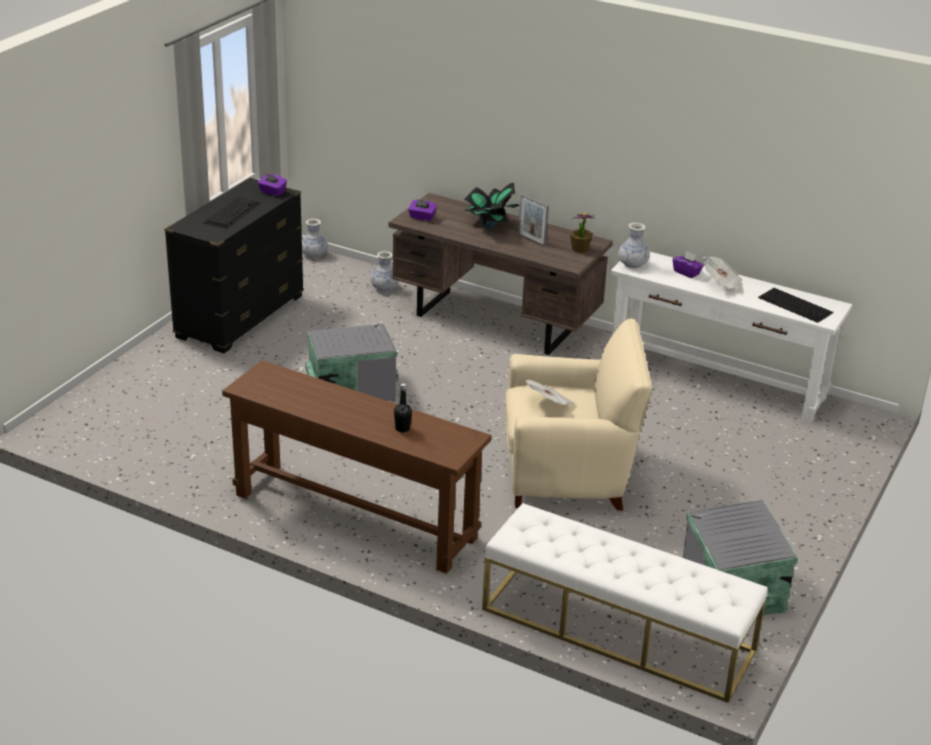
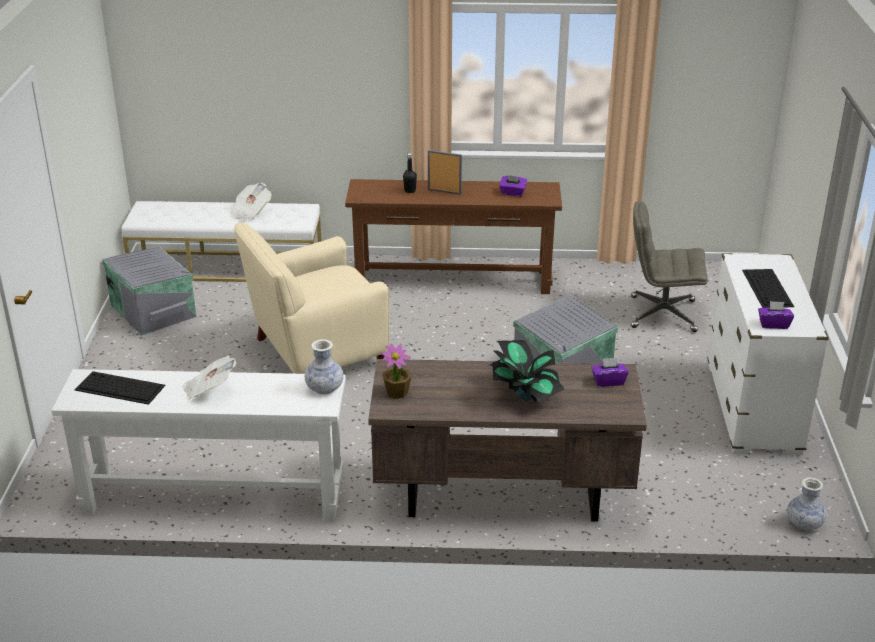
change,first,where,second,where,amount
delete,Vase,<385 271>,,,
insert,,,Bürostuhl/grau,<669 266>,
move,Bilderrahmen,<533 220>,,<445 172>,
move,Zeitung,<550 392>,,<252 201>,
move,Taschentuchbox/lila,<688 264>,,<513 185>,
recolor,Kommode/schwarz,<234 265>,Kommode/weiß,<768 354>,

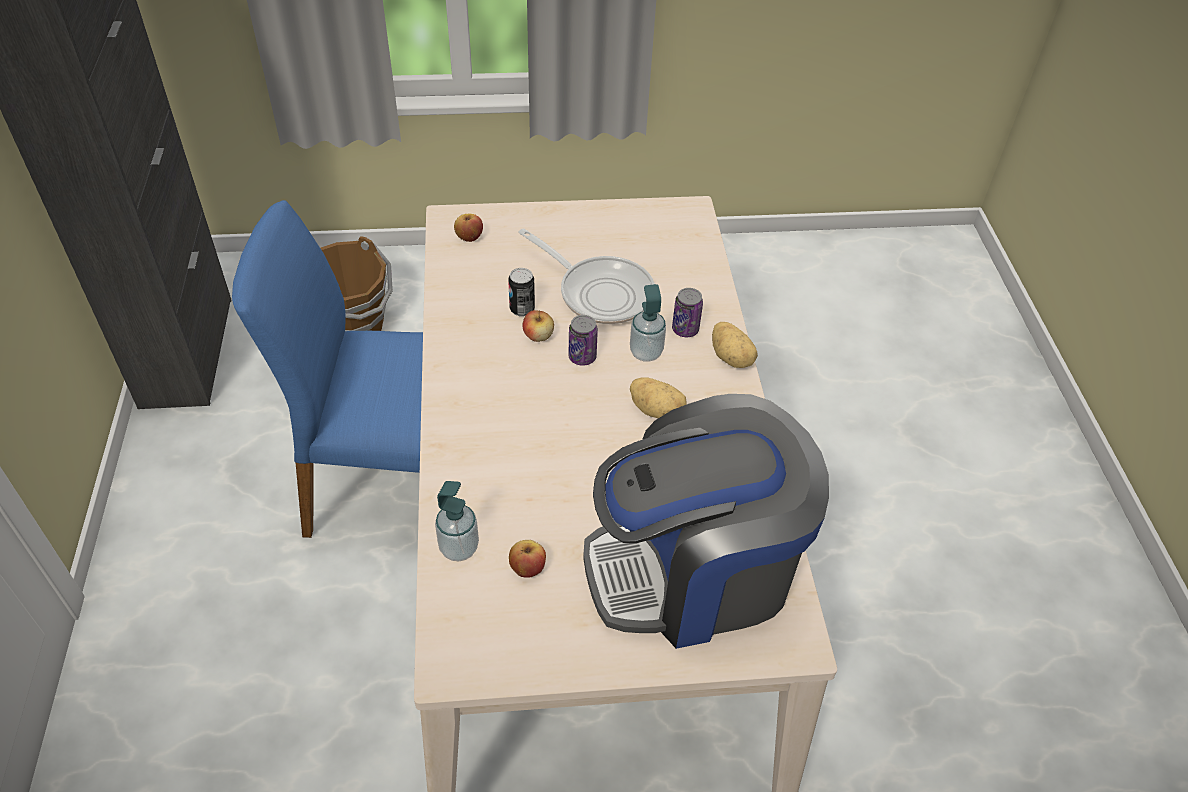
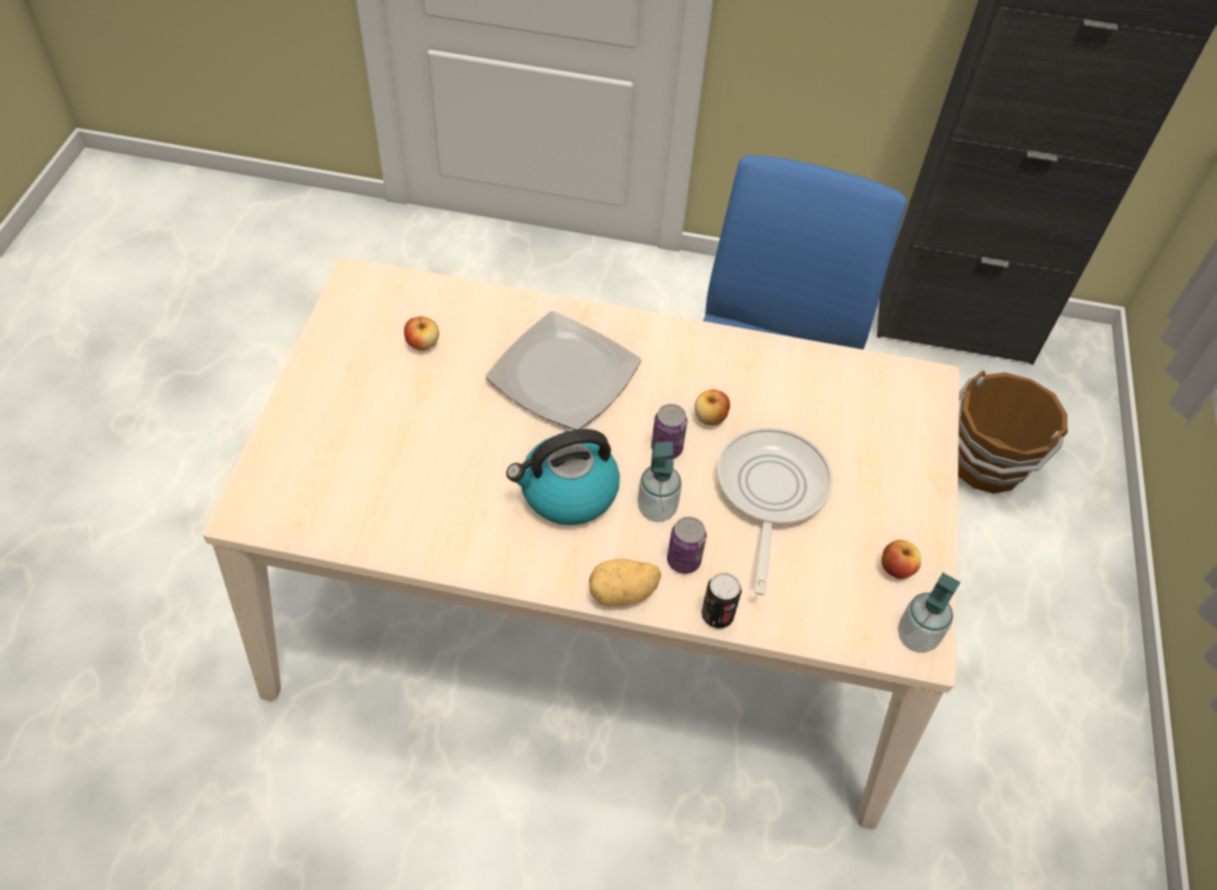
change,first,where,second,where,amount
delete,Kaffeemaschine,<706 521>,,,
insert,,,Teller,<563 370>,
move,Seifenspender,<457 521>,,<929 613>,
move,Apfel,<468 228>,,<901 559>,
move,Dose,<521 292>,,<721 600>,
replace,Kartoffel,<658 397>,Wasserkessel,<563 477>,
rotate,Pfanne,<586 276>,,<775 511>,135 degrees clockwise

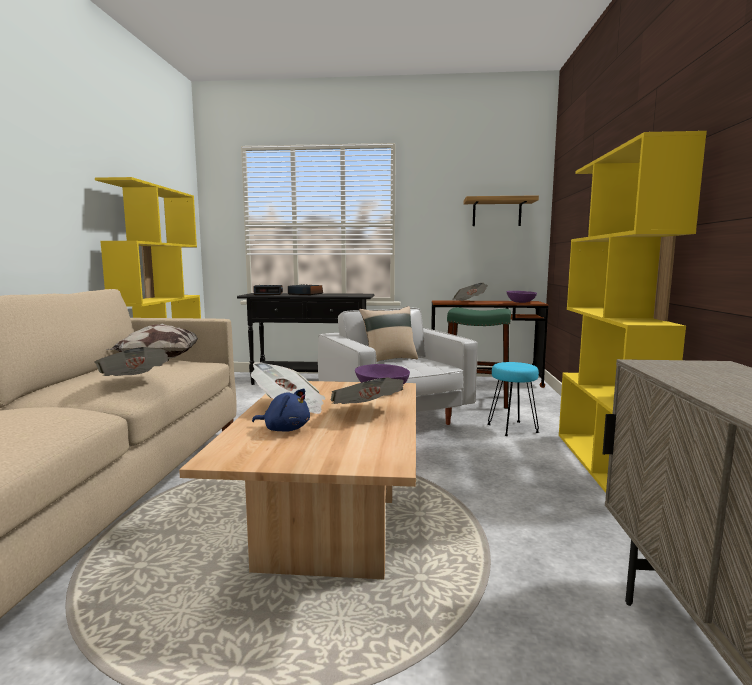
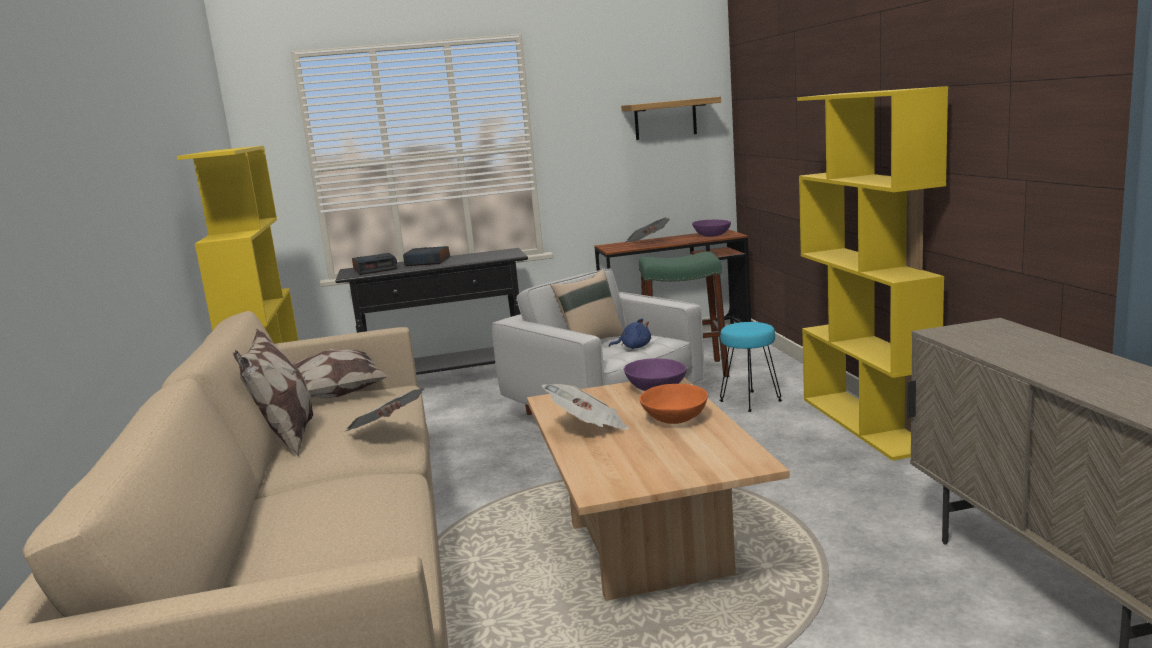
change,first,where,second,where,amount
insert,,,Kissen,<273 393>,
move,Plüschtier/blau,<281 410>,,<630 333>,
replace,Zeitung,<367 391>,Schüssel/orange,<673 404>,

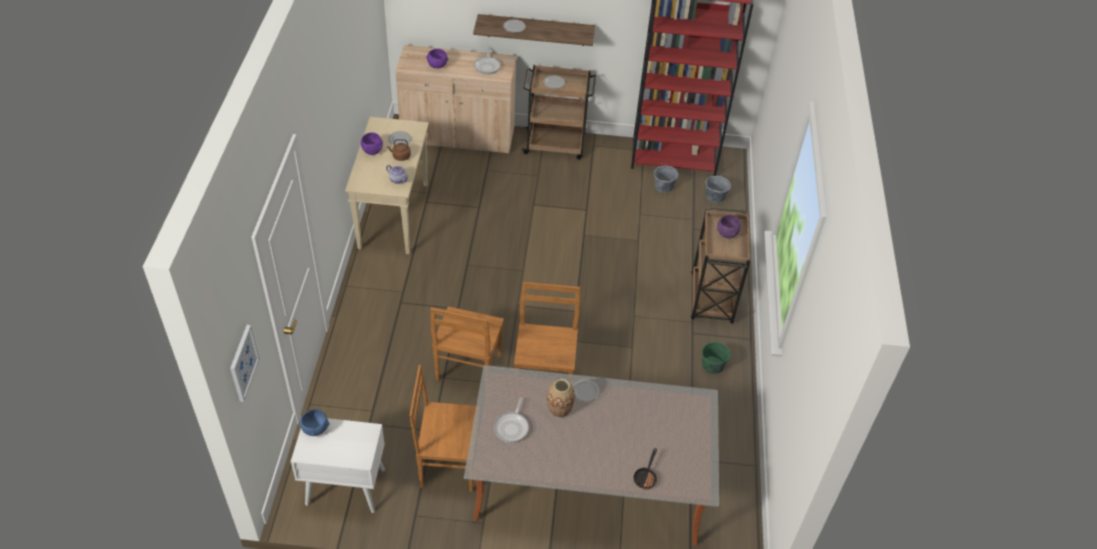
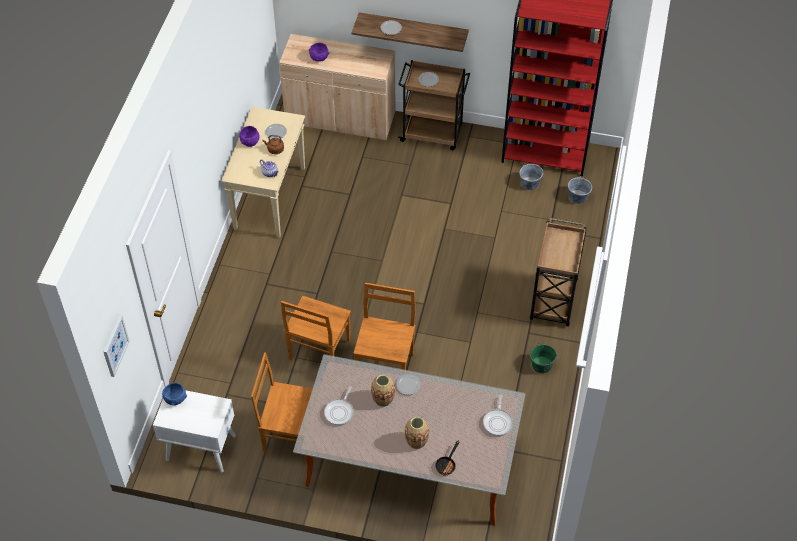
change,first,where,second,where,amount
delete,Schüssel/lila,<729 226>,,,
insert,,,Vase,<417 433>,
move,Pfanne,<487 61>,,<498 415>,

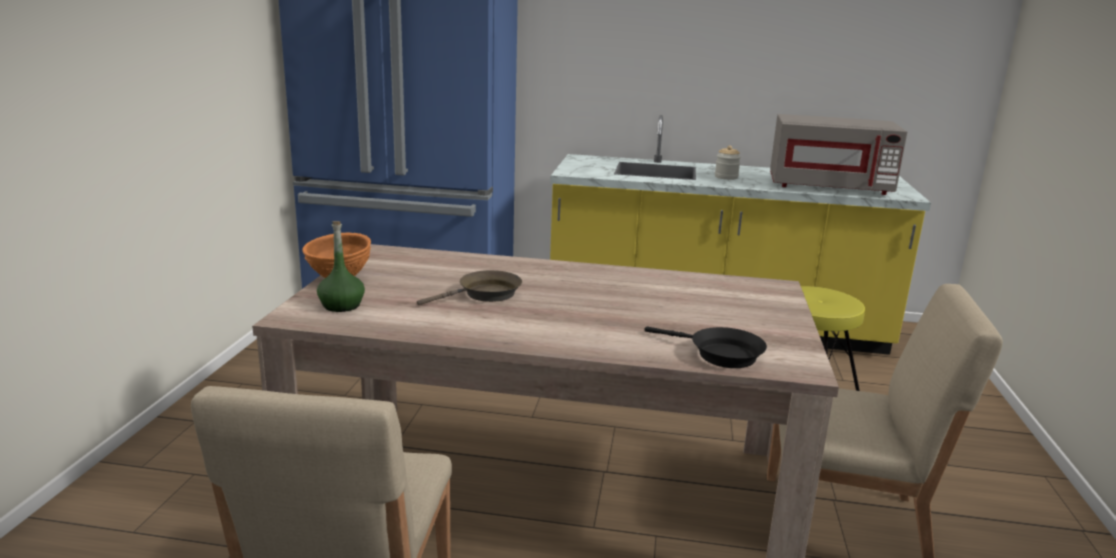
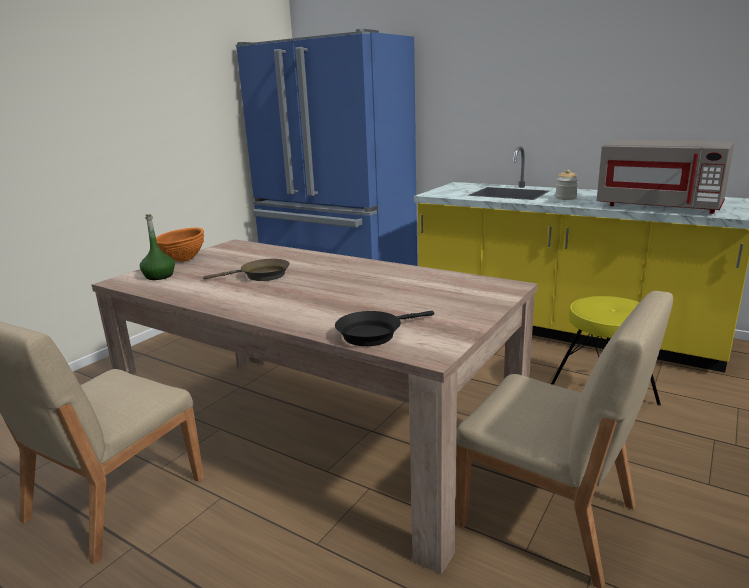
change,first,where,second,where,amount
rotate,Pfanne/schwarz,<706 347>,,<384 328>,90 degrees clockwise

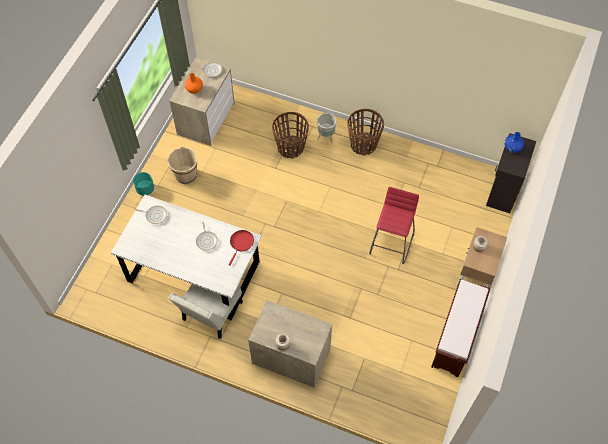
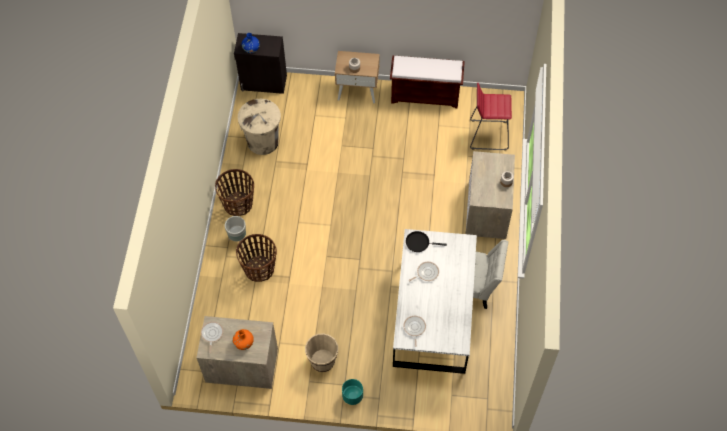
change,first,where,second,where,amount
insert,,,Mülleimer/beige,<259 127>,
move,Hocker/rot,<394 225>,,<491 116>,
recolor,Pfanne/rot,<241 248>,Pfanne/schwarz,<426 241>,

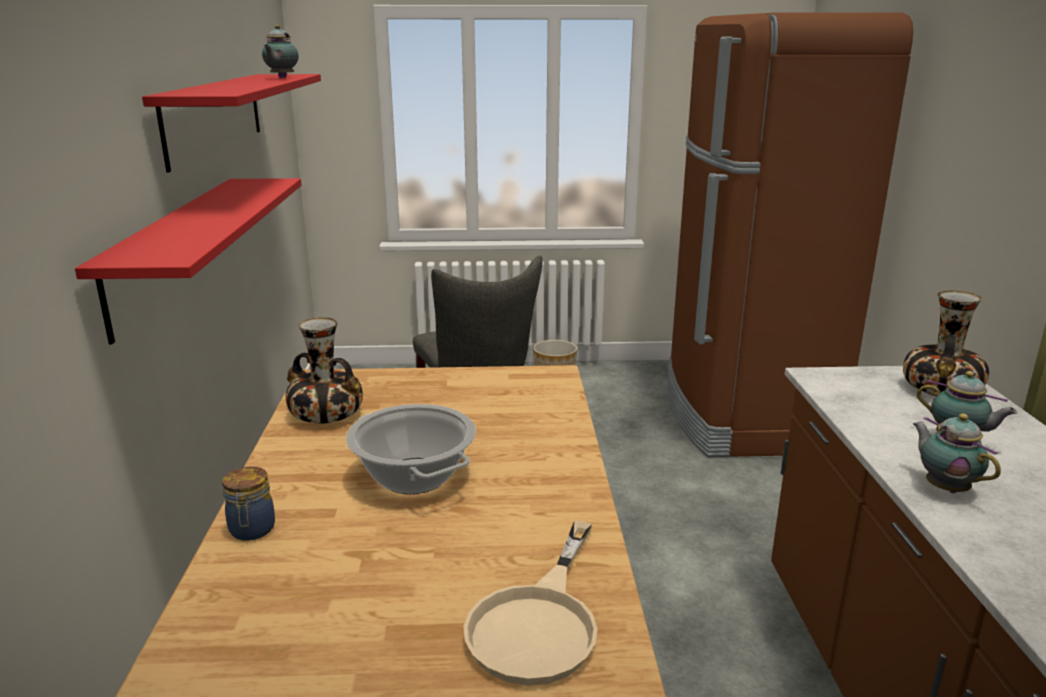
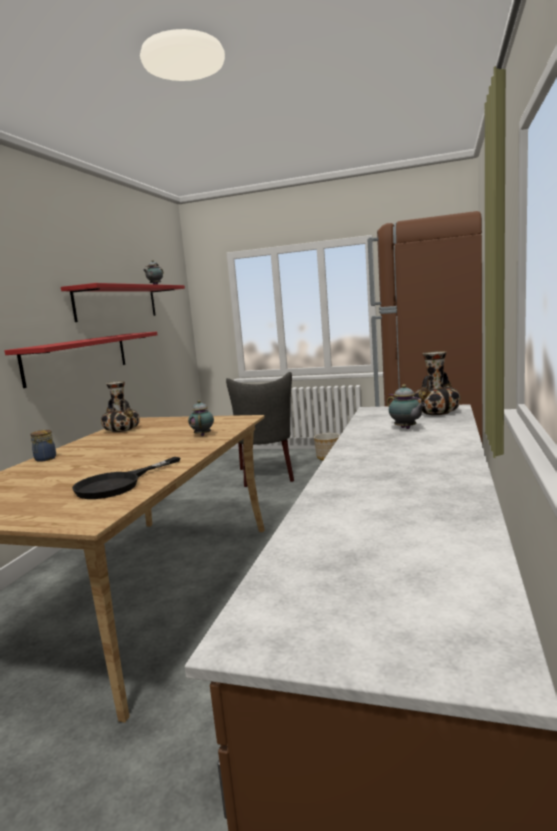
change,first,where,second,where,amount
delete,Kochtopf,<411 449>,,,
move,Teekanne,<956 453>,,<201 418>,
recolor,Pfanne/beige,<531 603>,Pfanne/schwarz,<126 478>,

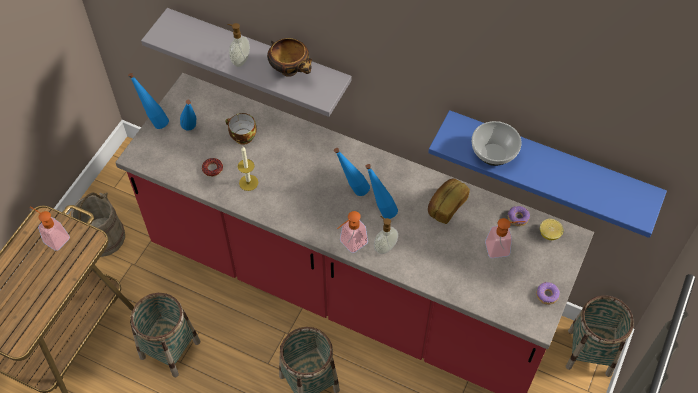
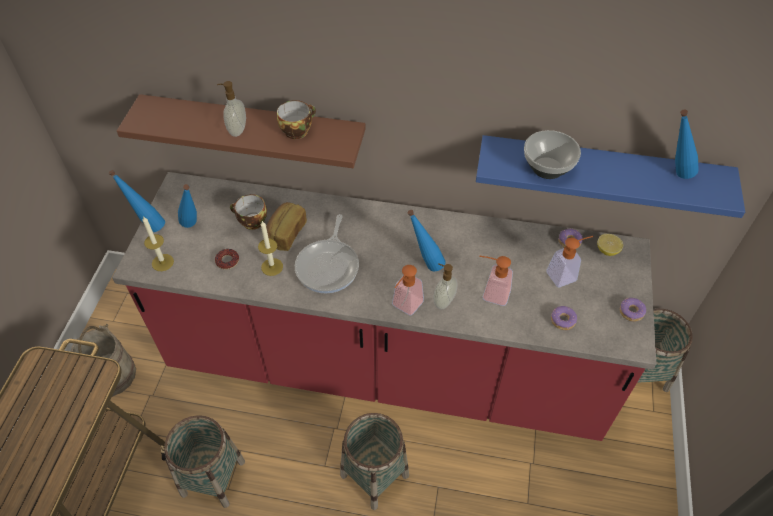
change,first,where,second,where,amount
insert,,,Kerze,<158 243>,
insert,,,Pfanne,<327 253>,
insert,,,Donut,<564 318>,
move,Seifenspender,<50 229>,,<496 280>,
move,Flasche/blau,<352 172>,,<686 144>,
move,Brot,<449 201>,,<286 226>,
replace,Schüssel,<289 57>,Tasse,<296 119>,
recolor,Wandregal/grau,<246 62>,Wandregal/braun,<241 131>,

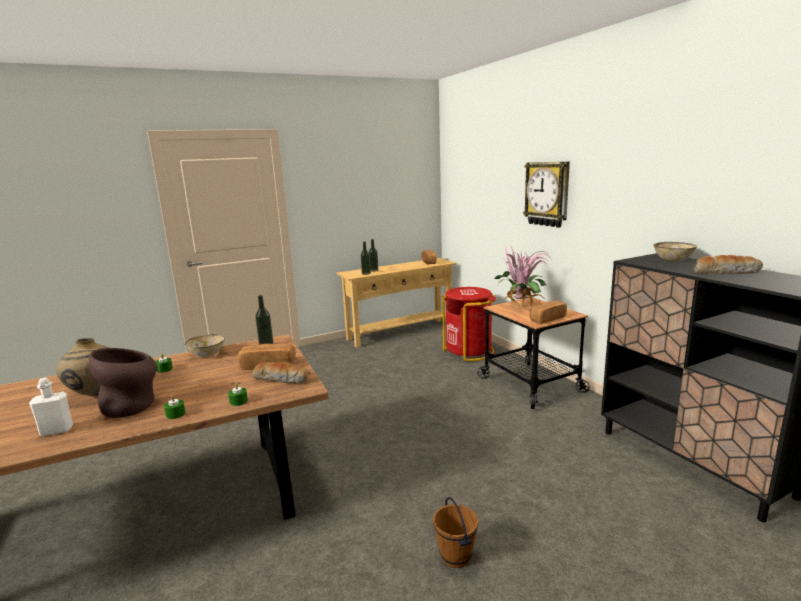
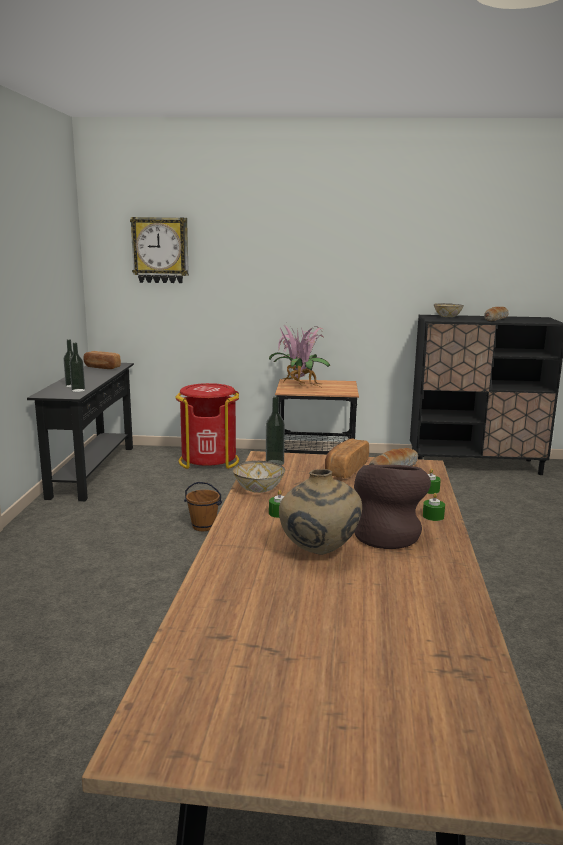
change,first,where,second,where,amount
delete,Flasche/weiß,<51 407>,,,
delete,Brot,<548 312>,,,
move,Eimer/braun,<455 532>,,<203 506>,
move,Wanduhr,<546 195>,,<159 250>,
recolor,Konsolentisch/beige,<396 303>,Konsolentisch/schwarz,<80 432>,

